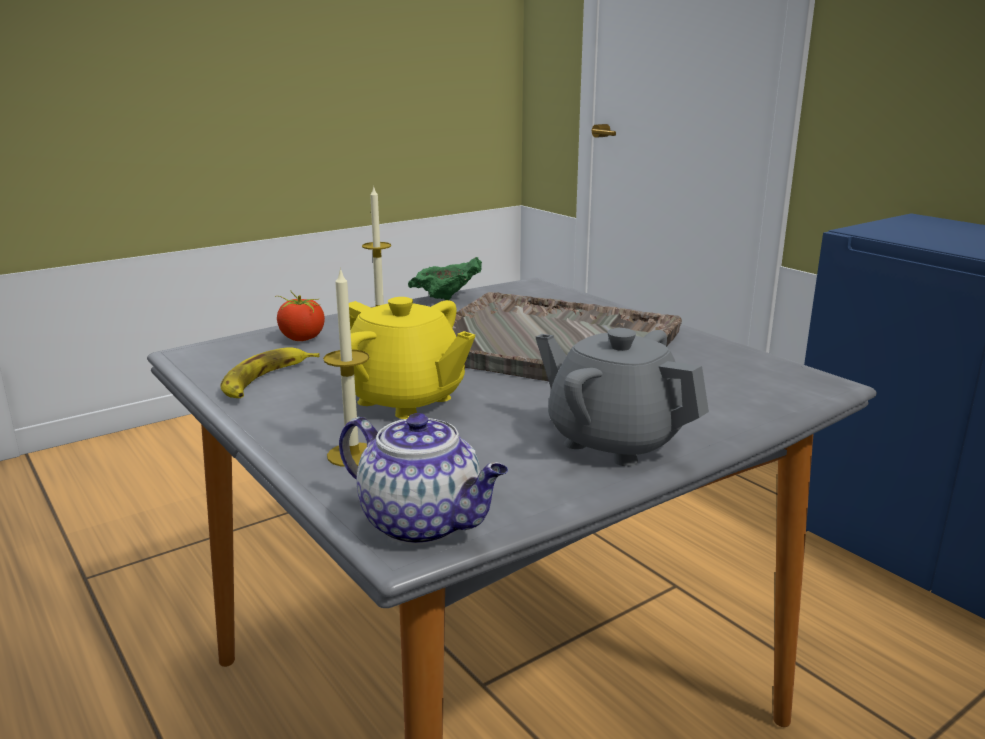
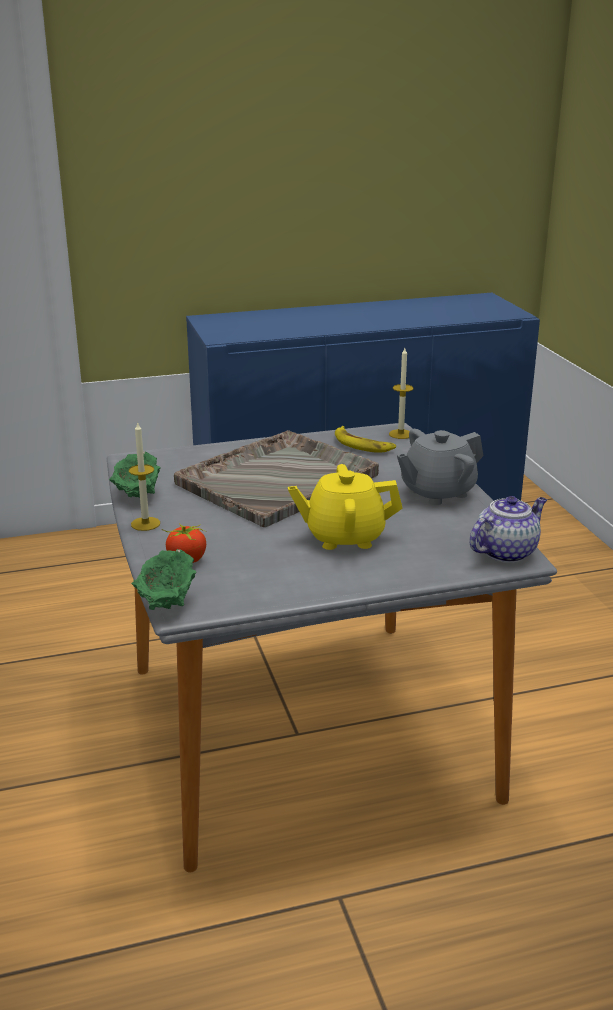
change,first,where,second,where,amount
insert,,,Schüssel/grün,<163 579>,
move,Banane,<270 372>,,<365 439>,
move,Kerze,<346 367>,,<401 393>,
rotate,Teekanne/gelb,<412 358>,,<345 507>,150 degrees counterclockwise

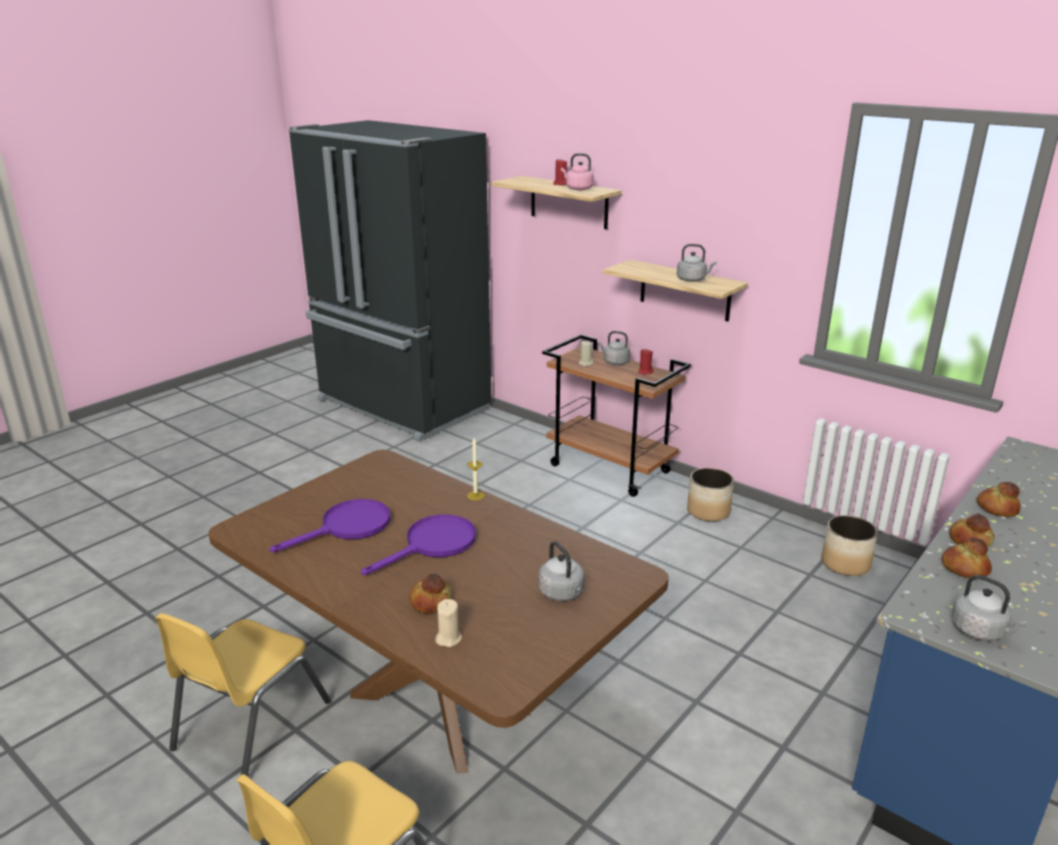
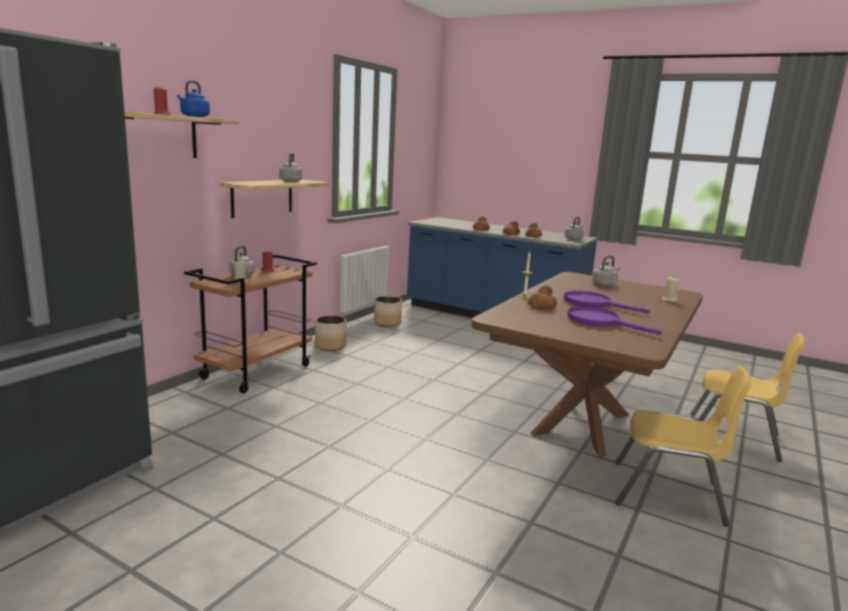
change,first,where,second,where,amount
move,Brot,<430 594>,,<542 297>,
recolor,Wasserkessel/rosa,<577 171>,Wasserkessel/blau,<193 98>,

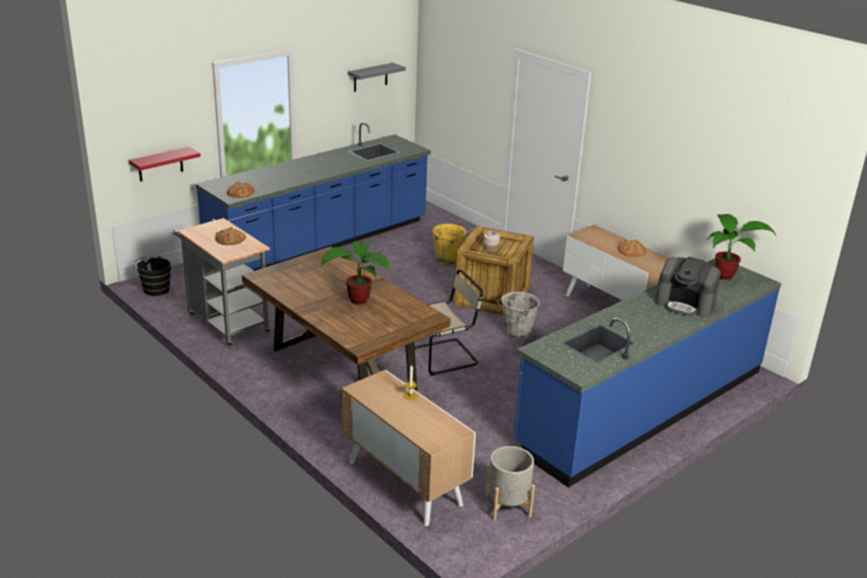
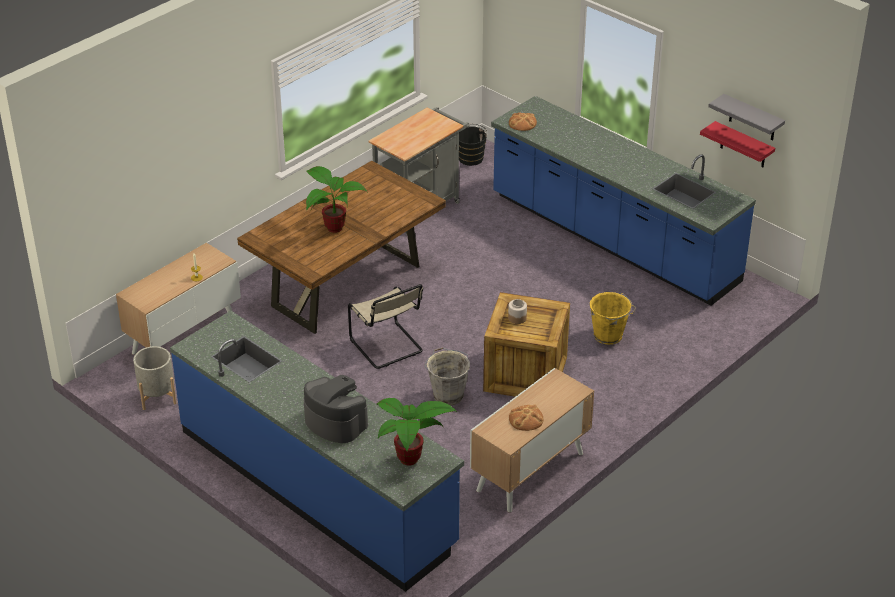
change,first,where,second,where,amount
delete,Brot,<230 236>,,,
move,Wandregal/rot,<165 164>,,<737 144>,
rotate,Kaffeemaschine,<688 287>,,<336 409>,105 degrees clockwise

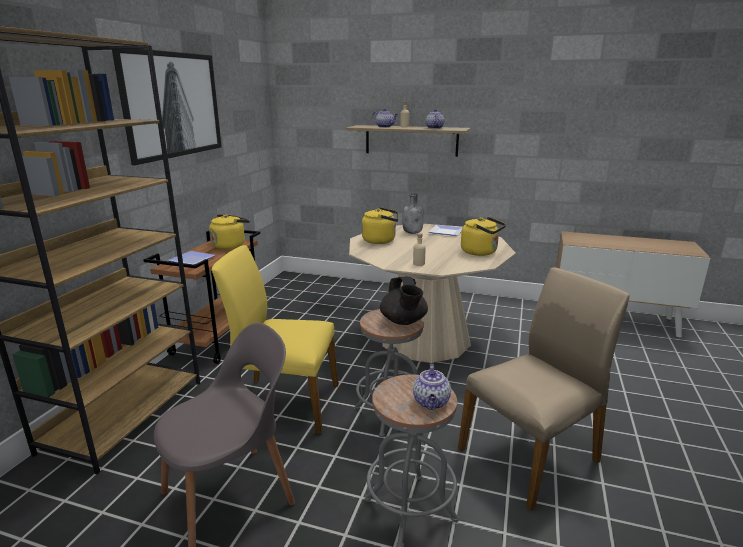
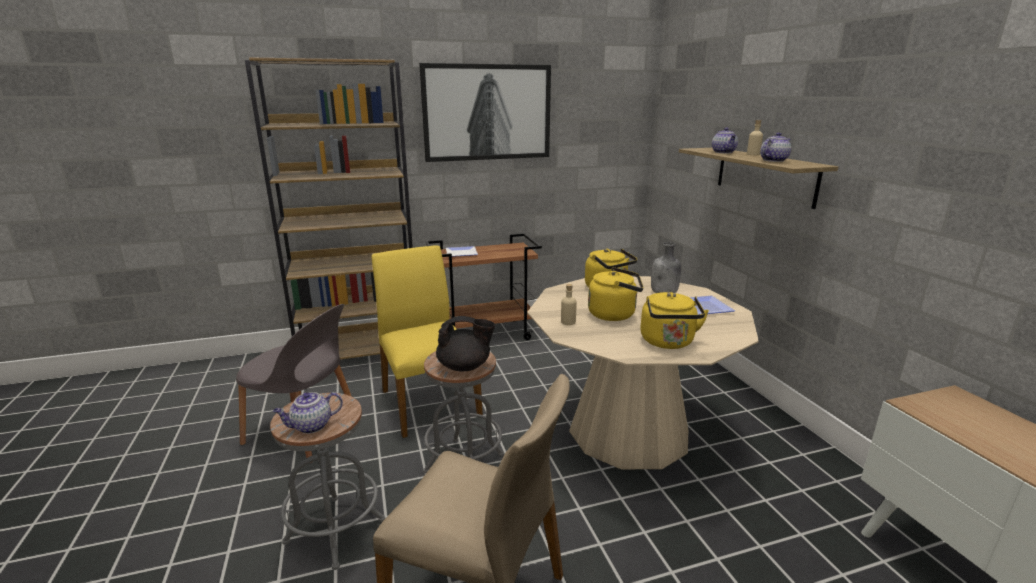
change,first,where,second,where,amount
move,Wasserkessel/gelb,<229 232>,,<615 294>,
rotate,Teekanne/schwarz,<404 301>,,<465 343>,135 degrees counterclockwise

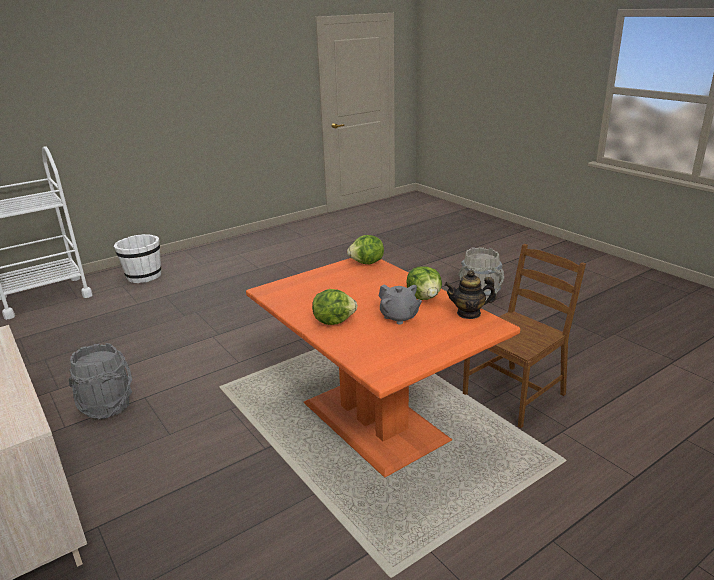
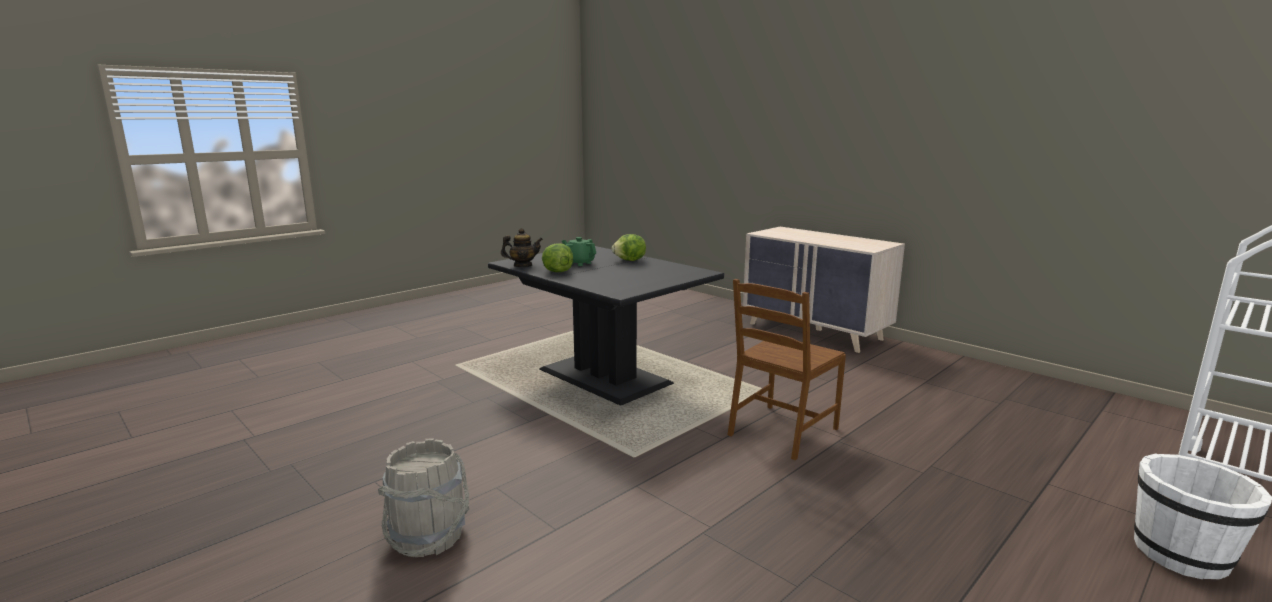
change,first,where,second,where,amount
delete,Eimer/grau,<100 381>,,,
delete,Salatkopf,<365 249>,,,
move,Stuhl/braun,<524 336>,,<786 369>,
recolor,Esstisch/orange,<383 368>,Esstisch/schwarz,<606 326>,
recolor,Teekanne/grau,<400 305>,Teekanne/grün,<579 251>,

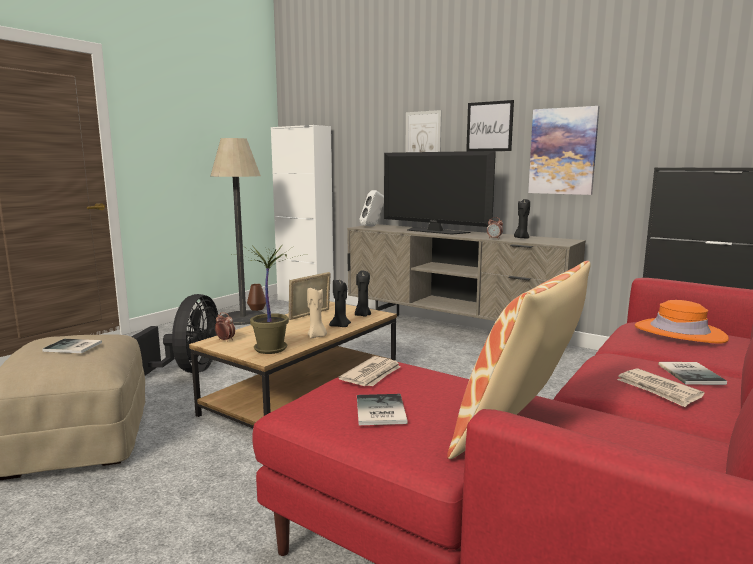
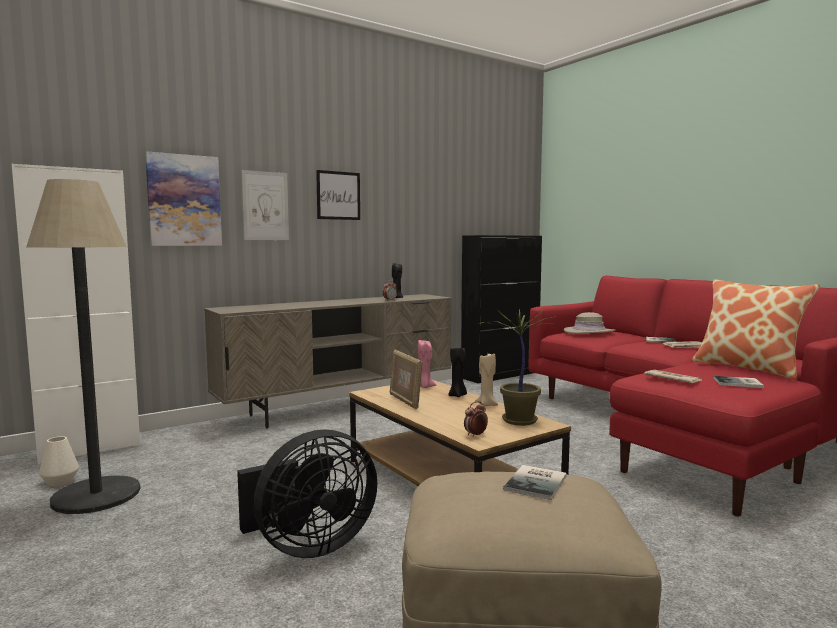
change,first,where,second,where,amount
delete,Lautsprecher/weiß,<371 208>,,,
delete,Fernseher,<440 193>,,,
move,Bild,<564 150>,,<183 198>,
recolor,Vase/braun,<256 297>,Vase/weiß,<59 461>,
recolor,Kerze/schwarz,<363 294>,Kerze/rosa,<427 364>,
recolor,Hut/orange,<682 322>,Hut/beige,<589 323>,
rotate,Ventilator/schwarz,<175 334>,,<307 493>,120 degrees clockwise

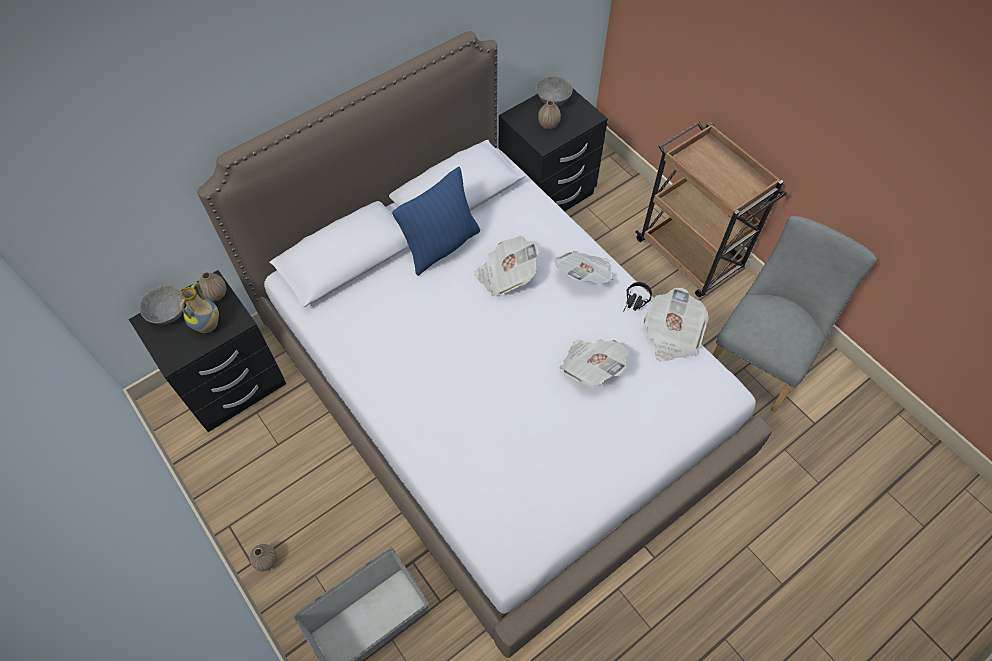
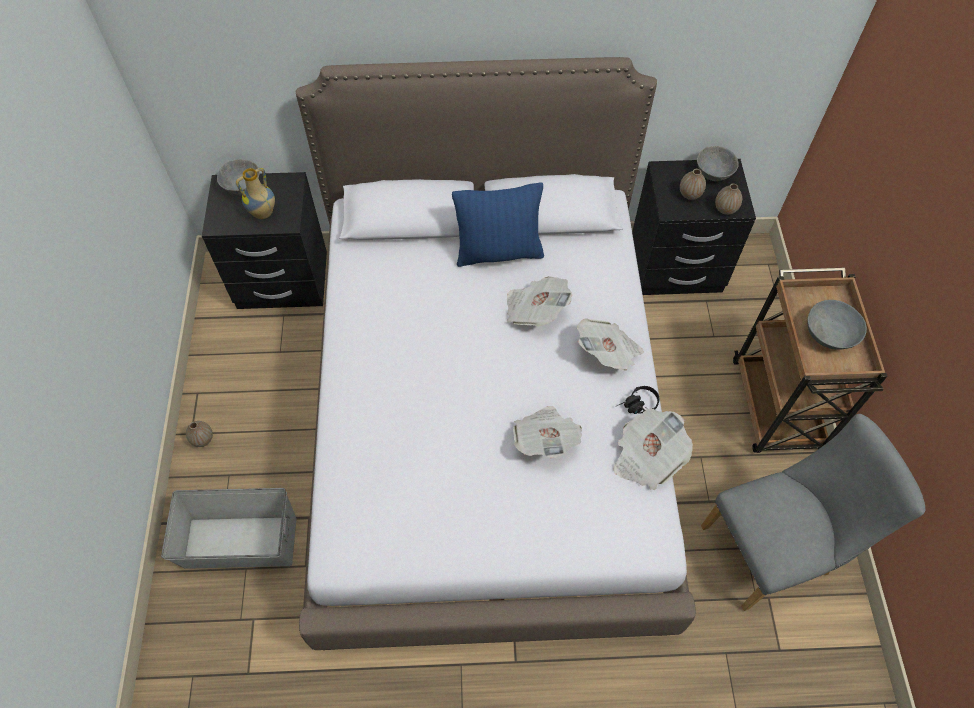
change,first,where,second,where,amount
insert,,,Schüssel/grau,<837 325>,
move,Vase,<212 286>,,<728 199>,

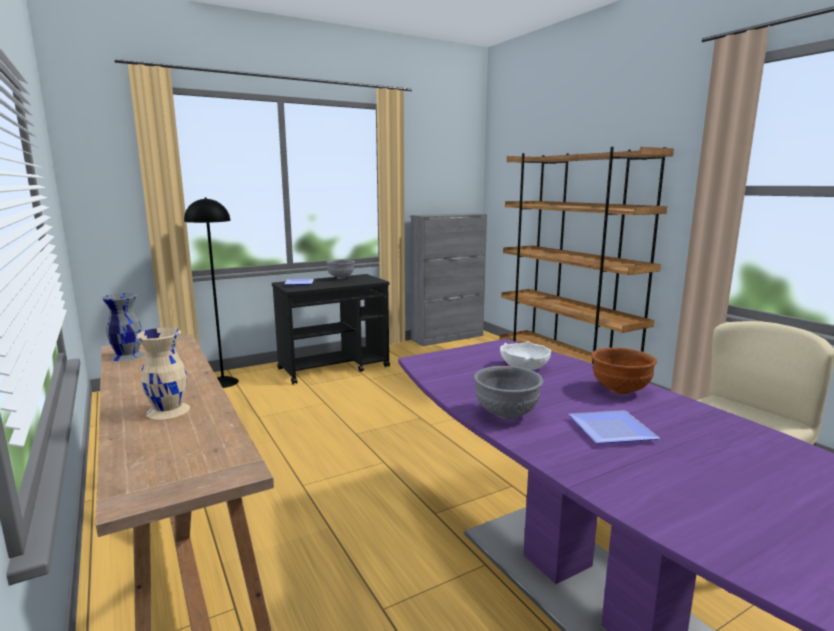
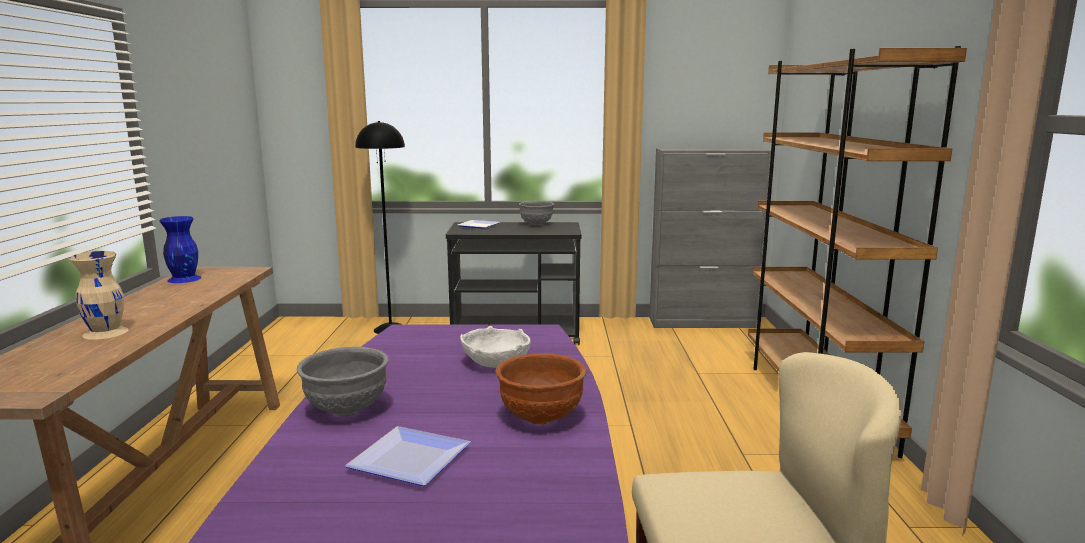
change,first,where,second,where,amount
recolor,Vase/grau,<123 327>,Vase/blau,<180 249>,

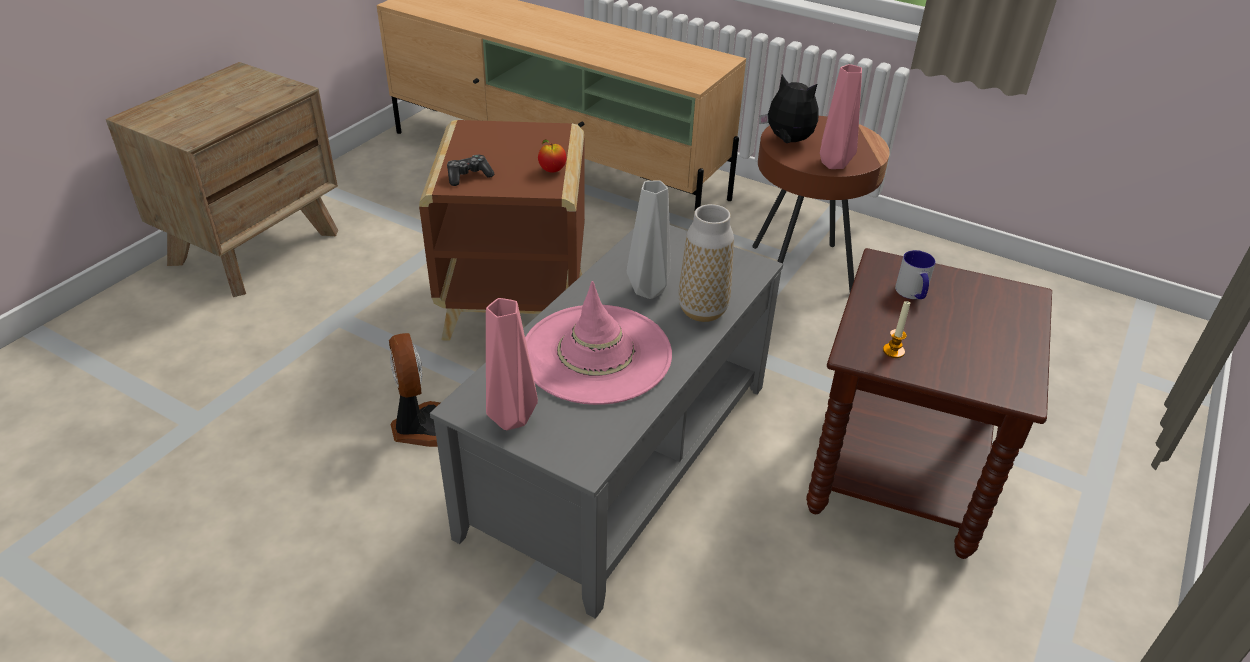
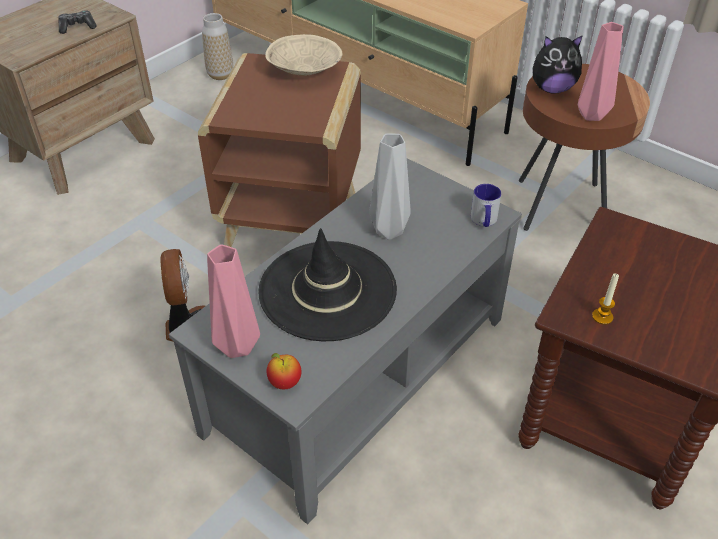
change,first,where,second,where,amount
insert,,,Schüssel/beige,<303 55>,
move,Gamepad,<470 170>,,<77 22>,
move,Apfel,<552 156>,,<283 371>,
move,Vase,<706 263>,,<217 46>,
move,Henkelbecher,<915 274>,,<486 205>,
recolor,Hut/rosa,<598 343>,Hut/schwarz,<328 284>,
rotate,Plüschtier,<788 109>,,<558 64>,135 degrees clockwise

